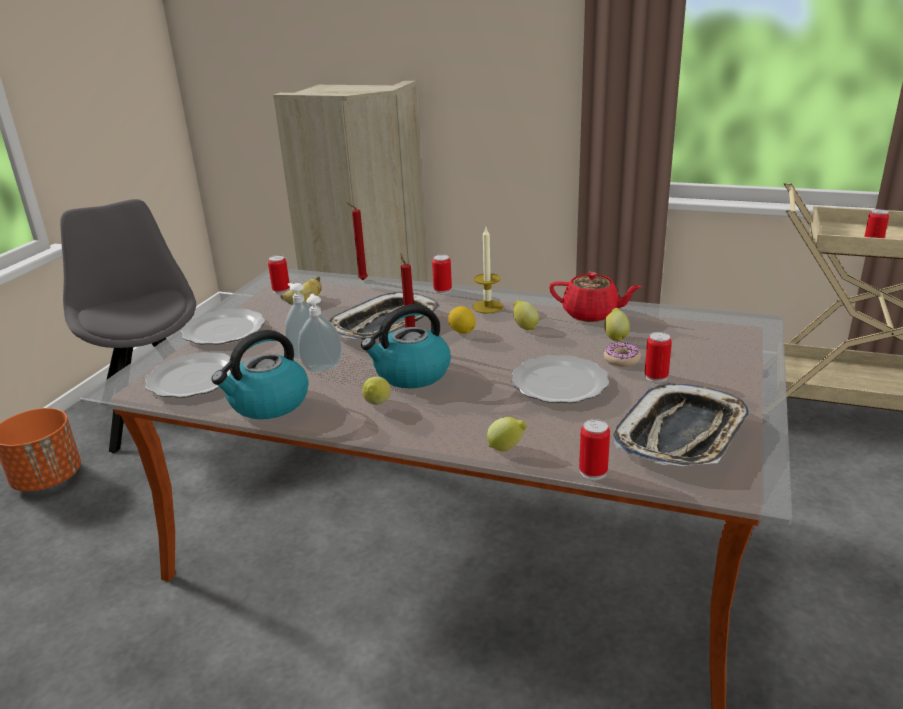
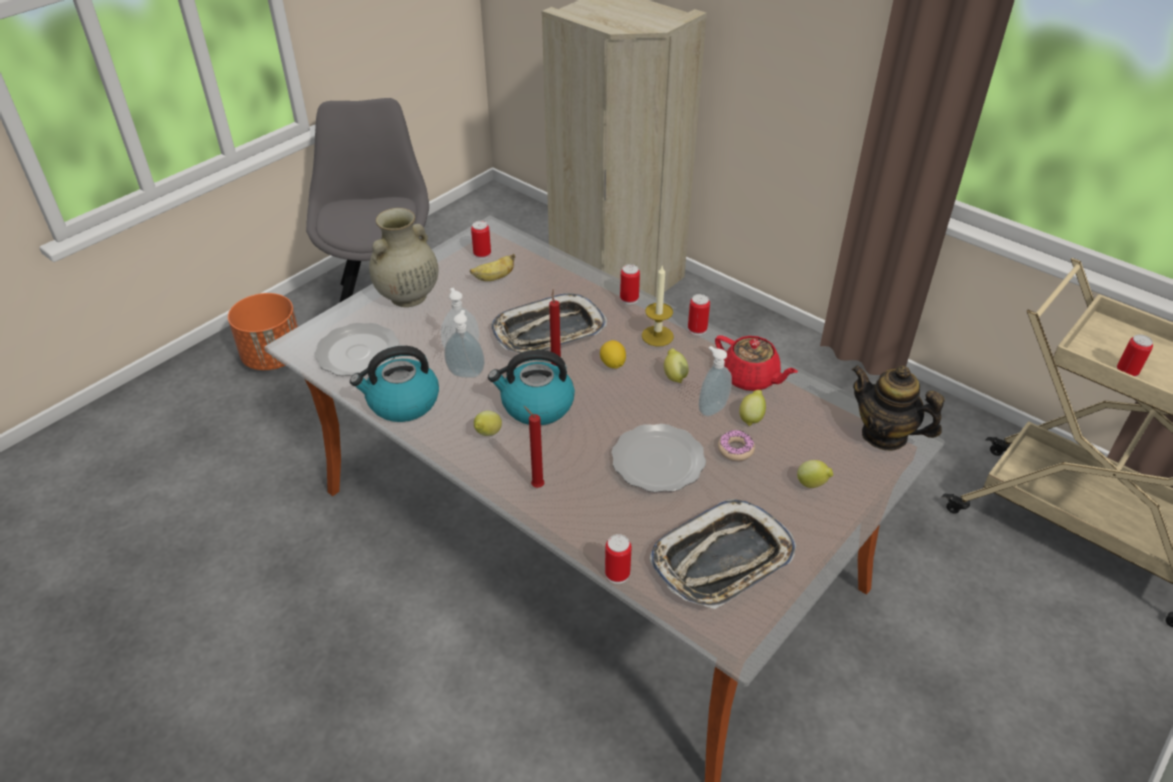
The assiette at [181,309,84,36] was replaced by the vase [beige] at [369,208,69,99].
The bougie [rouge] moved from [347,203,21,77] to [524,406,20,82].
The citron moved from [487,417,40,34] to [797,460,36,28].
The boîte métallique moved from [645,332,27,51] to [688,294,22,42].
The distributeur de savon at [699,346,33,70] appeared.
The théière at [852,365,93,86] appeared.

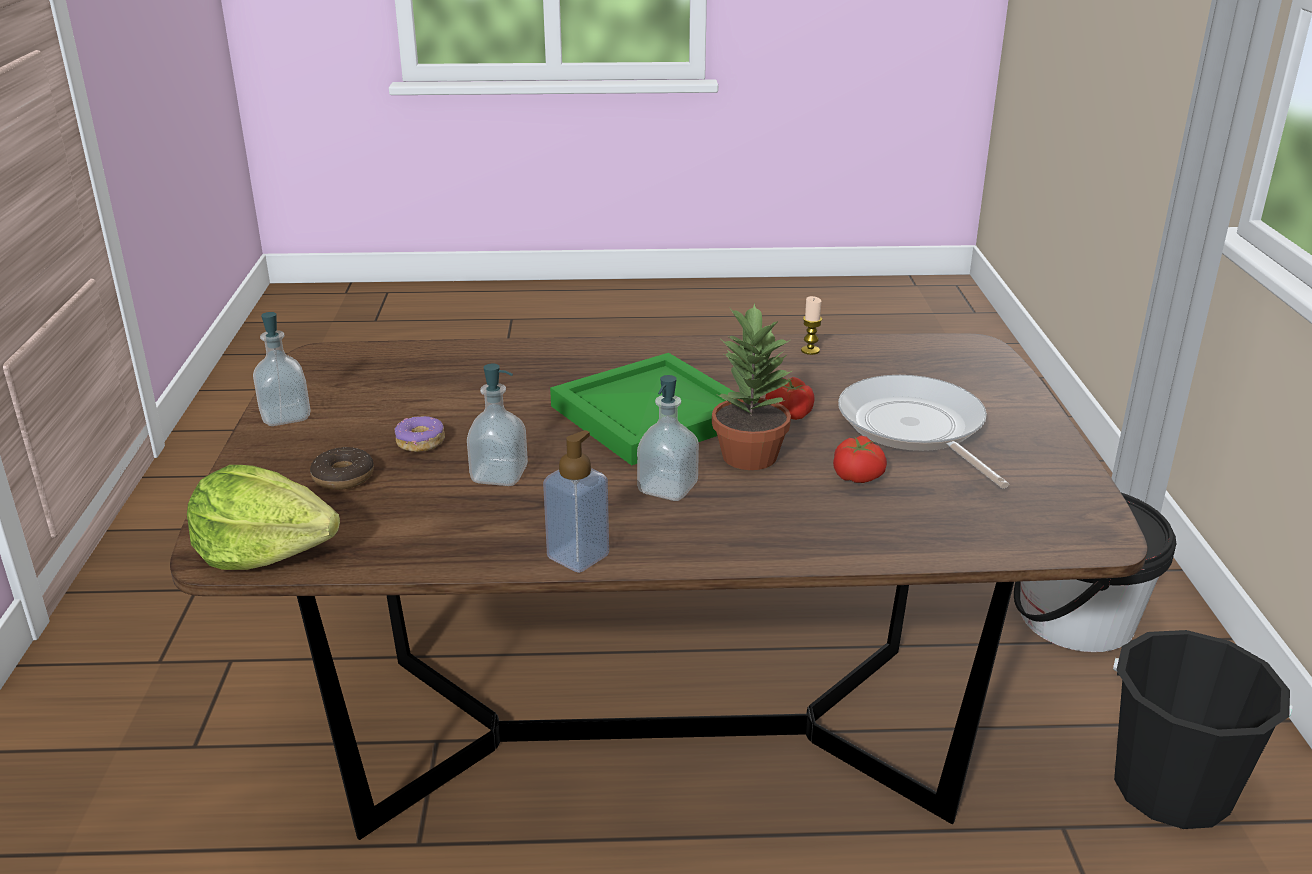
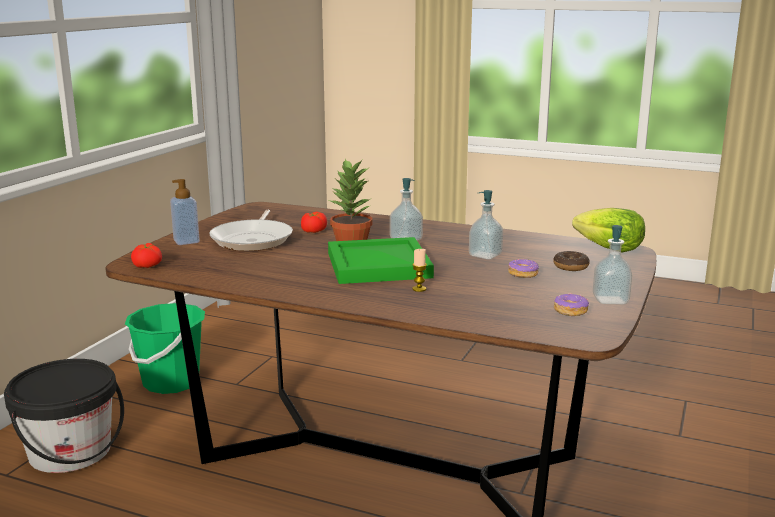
The distributeur de savon moved from [543,430,66,143] to [170,179,30,66].
The tomate moved from [765,377,50,43] to [131,243,31,25].
The bougie moved from [801,296,21,59] to [412,249,15,43].
The seau [noir] at [1113,630,180,199] became the seau [vert] at [125,303,80,91].
The beignet at [554,293,35,23] appeared.

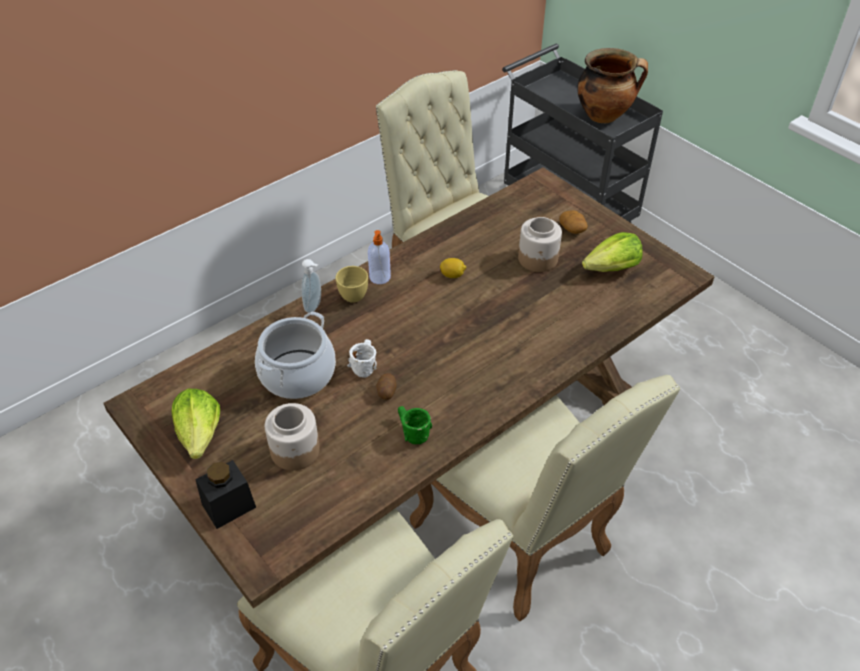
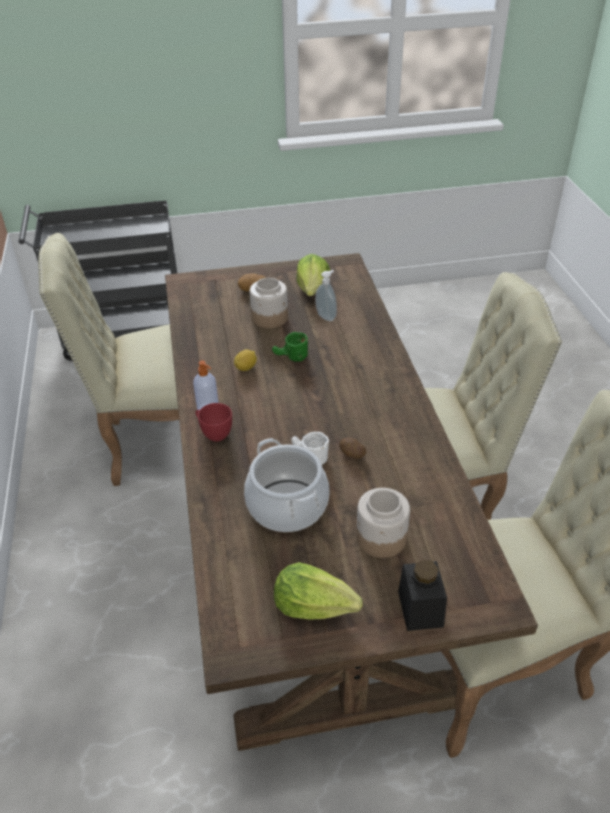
The distributeur de savon moved from [301,259,20,54] to [315,270,22,51].
The tasse [jaune] at [336,266,32,37] became the tasse [rouge] at [195,403,37,38].
The mug [vert] moved from [398,406,34,39] to [272,332,36,30].
The marmite at [577,48,71,75] disappeared.

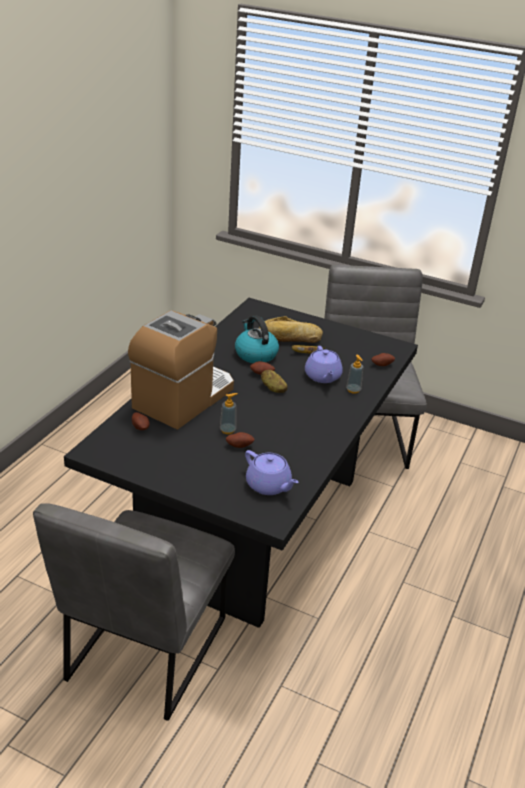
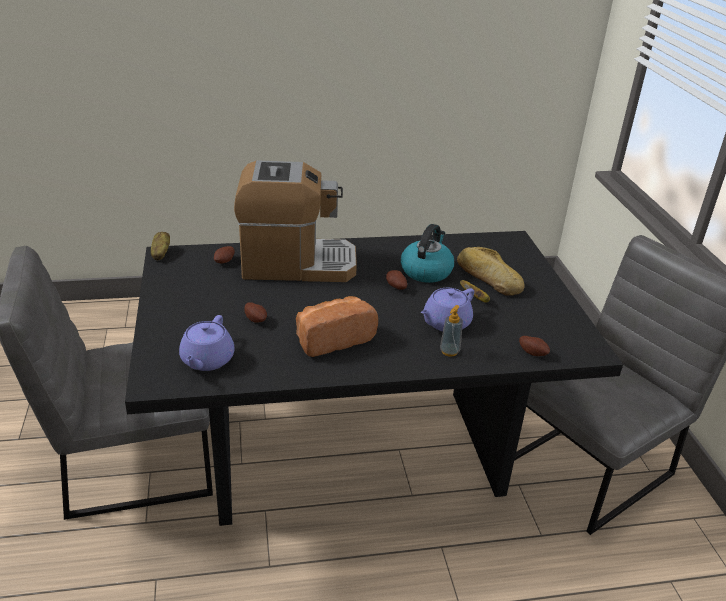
The distributeur de savon at [220,393,18,41] disappeared.
The pomme de terre moved from [261,370,27,23] to [151,232,19,28].
The pain at [296,296,82,61] appeared.

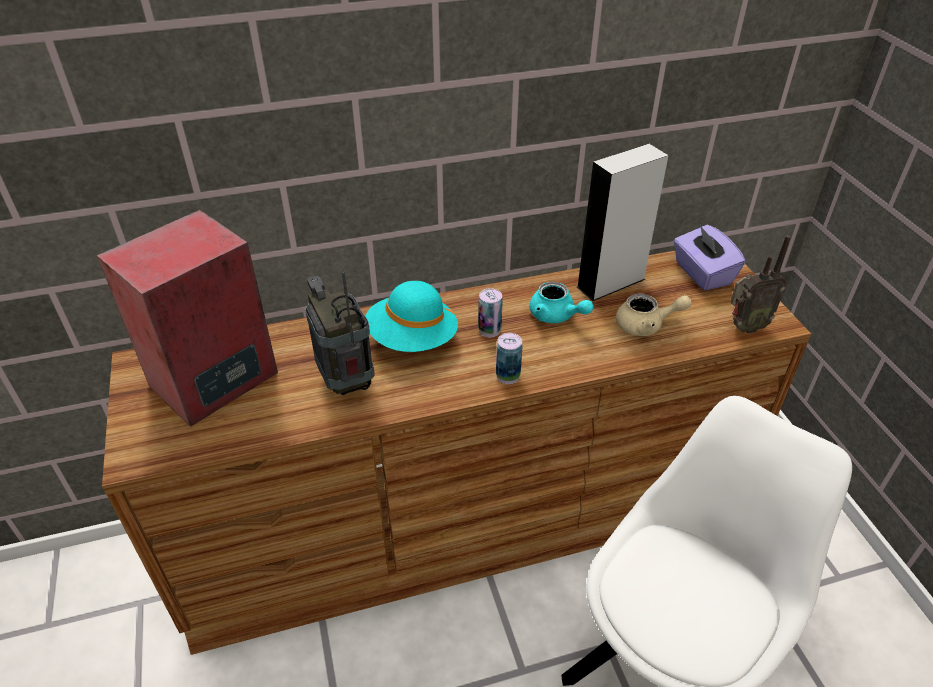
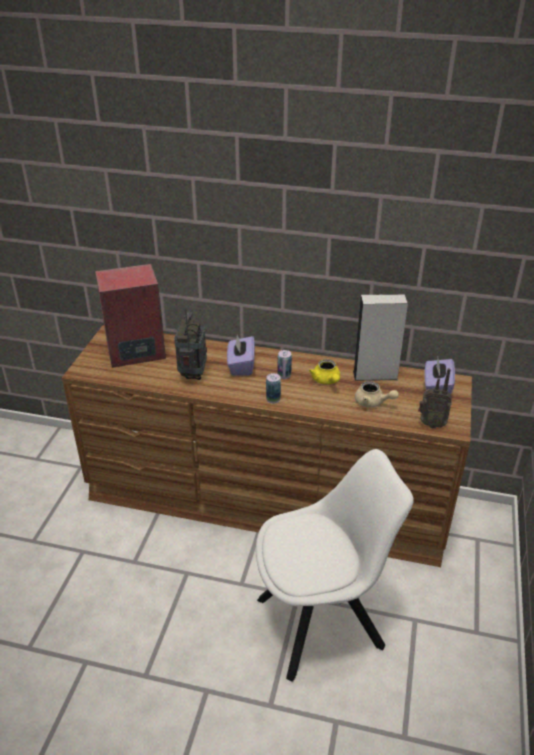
The chapeau [turquoise] at [365,281,93,71] was replaced by the boîte à mouchoirs [violet] at [227,335,28,40].
The théière [turquoise] at [529,282,65,41] became the théière [jaune] at [309,359,31,25].

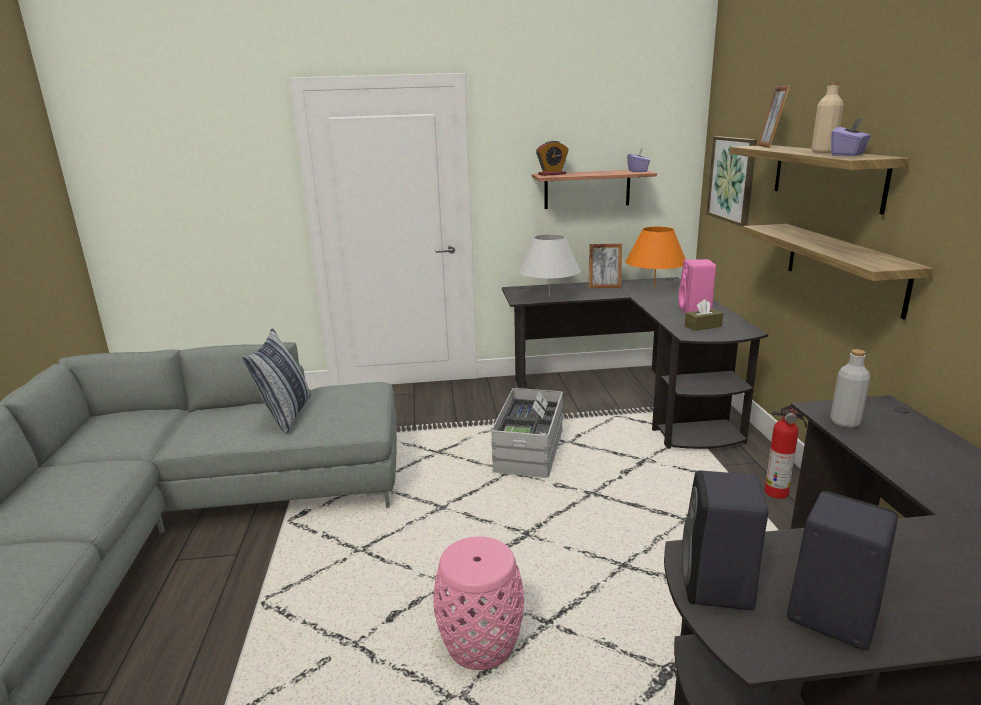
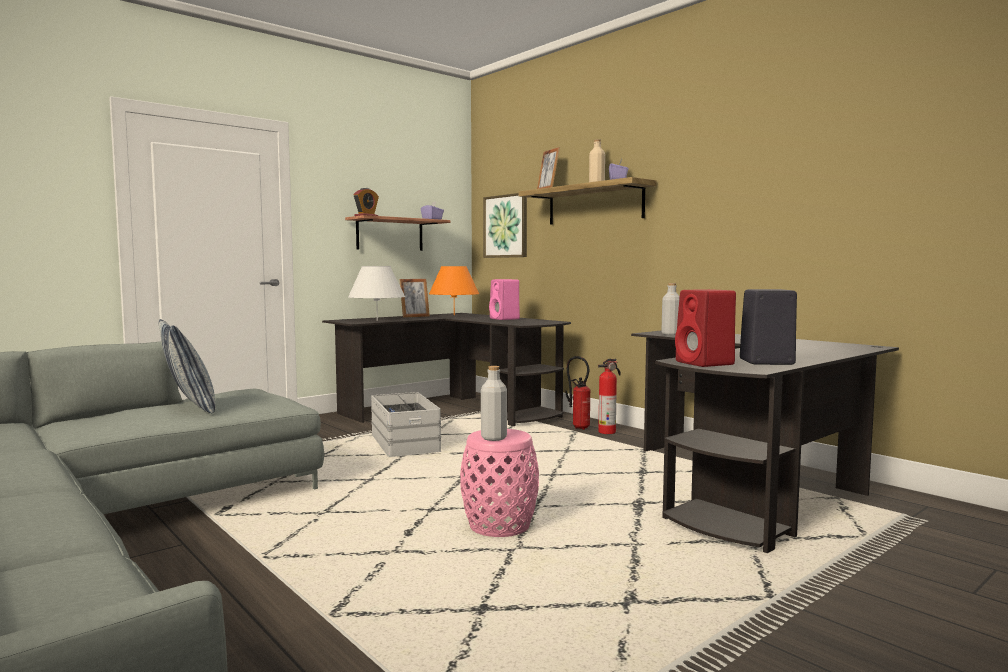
The enceinte [noir] at [682,471,87,139] became the enceinte [rouge] at [675,289,61,78].
The boîte à mouchoirs [marron] at [685,299,38,32] disappeared.
The étagère at [742,224,192,96] disappeared.
The bouteille [gris] at [481,366,26,75] appeared.
The extincteur at [565,356,26,74] appeared.

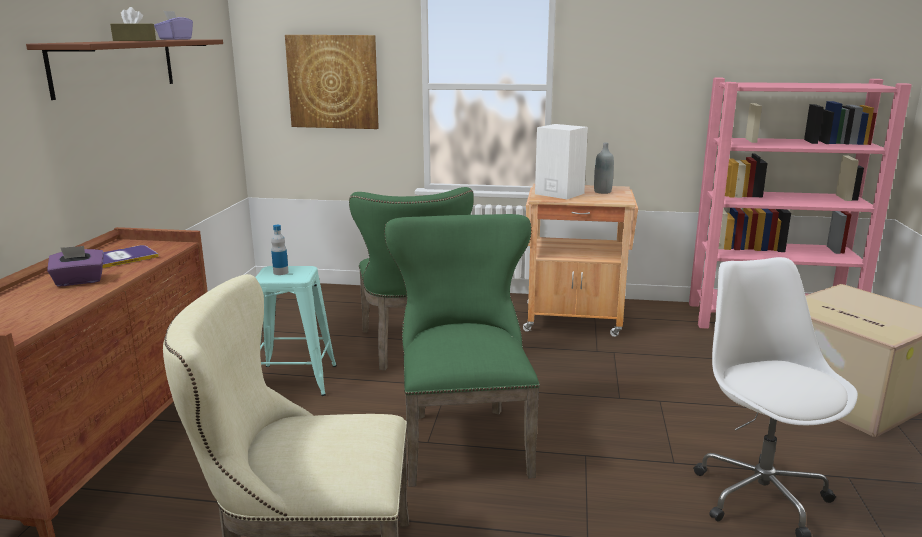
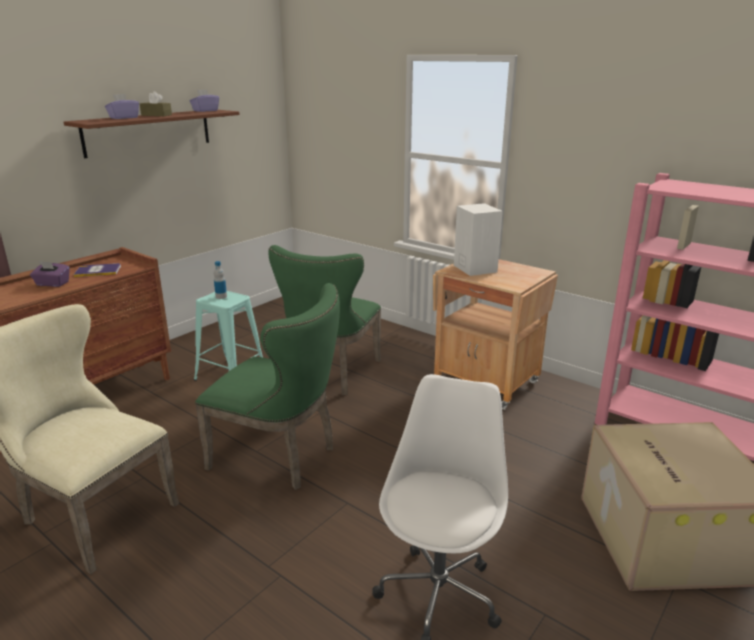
The tableau at [285,35,94,94] disappeared.
The chaise [vert] at [384,214,156,273] turned 90 degrees clockwise.
The bouteille [gris] at [594,143,20,51] disappeared.
The boîte à mouchoirs [violet] at [105,94,34,25] appeared.

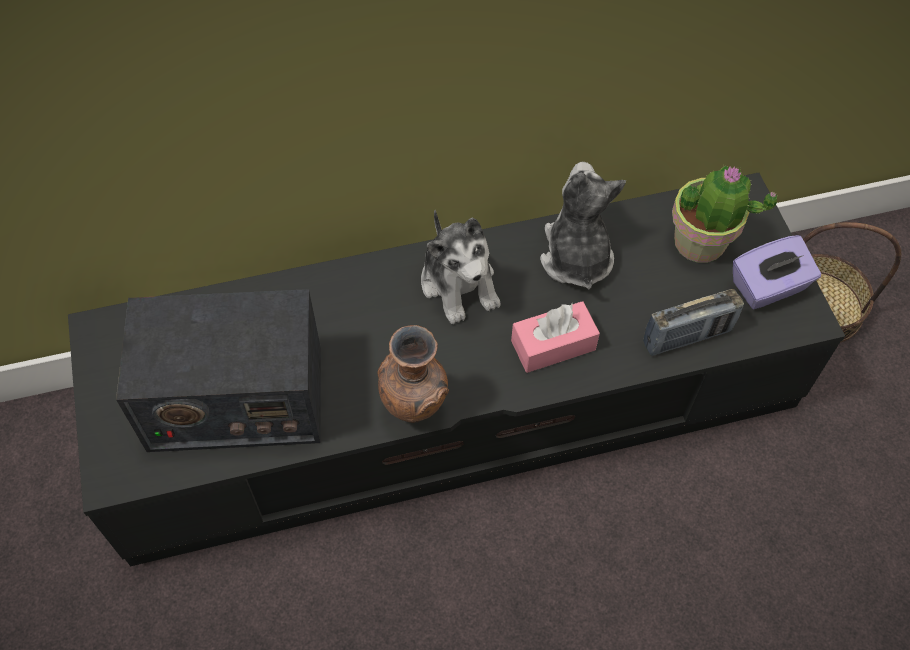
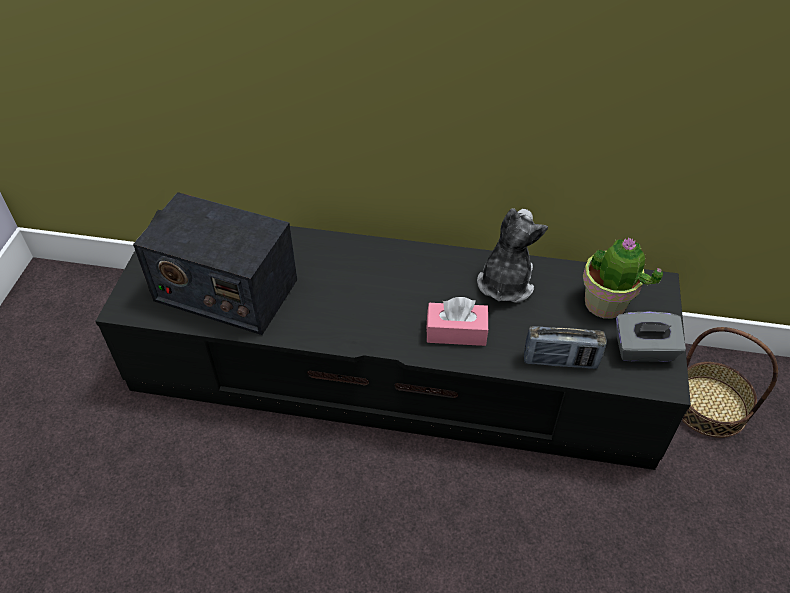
The vase [marron] at [378,325,71,98] disappeared.
The peluche at [421,210,80,114] disappeared.
The boîte à mouchoirs [violet] at [733,235,88,74] became the boîte à mouchoirs [gris] at [616,312,70,50].

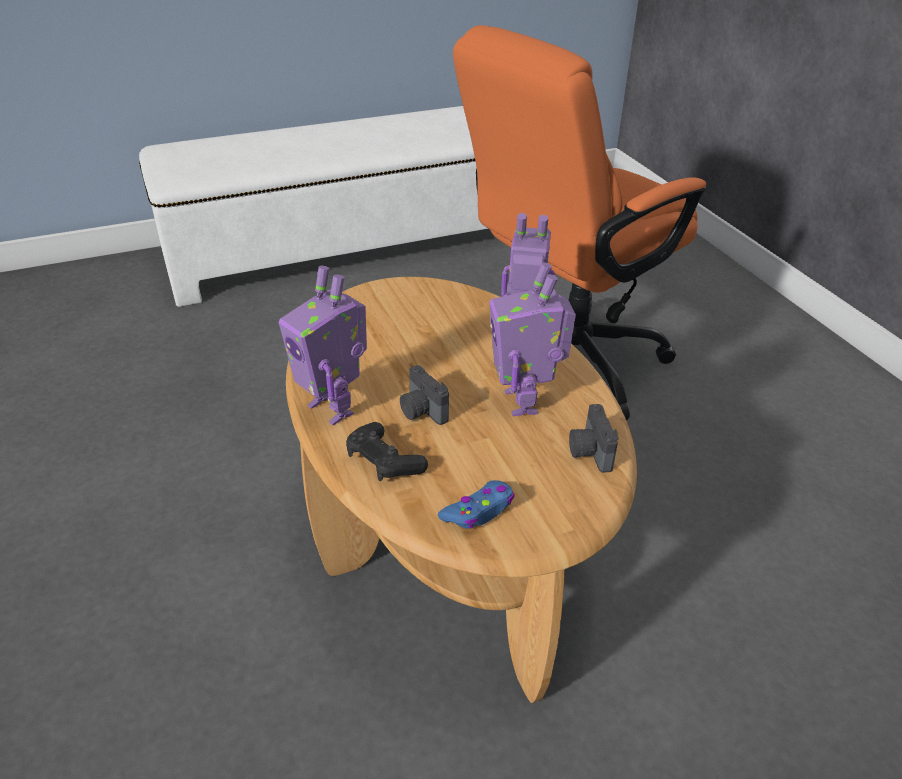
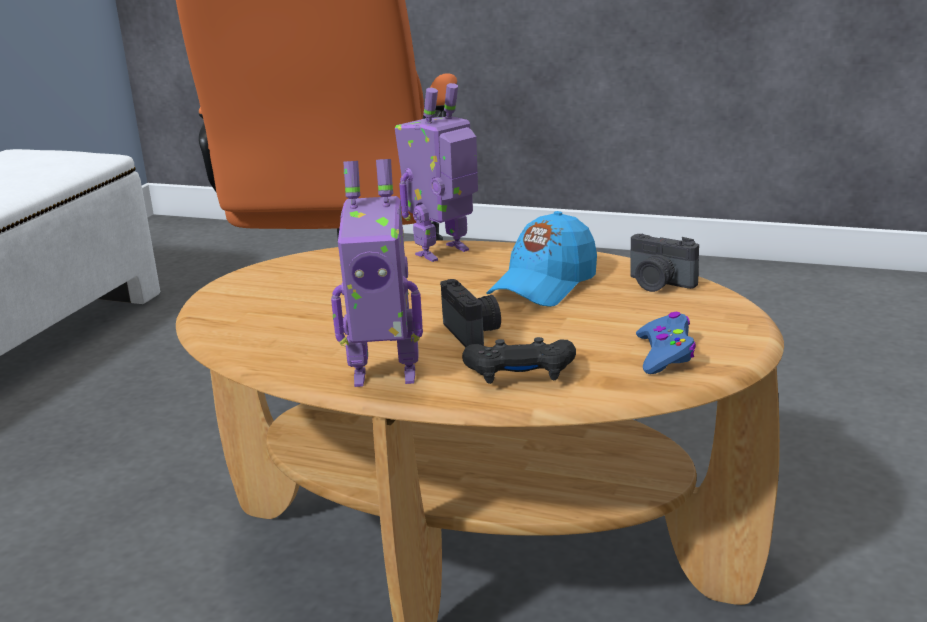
The appareil photo at [400,365,49,60] turned 120 degrees counterclockwise.
The robot jouet at [489,262,87,154] was replaced by the casquette [bleu] at [487,211,110,96].

